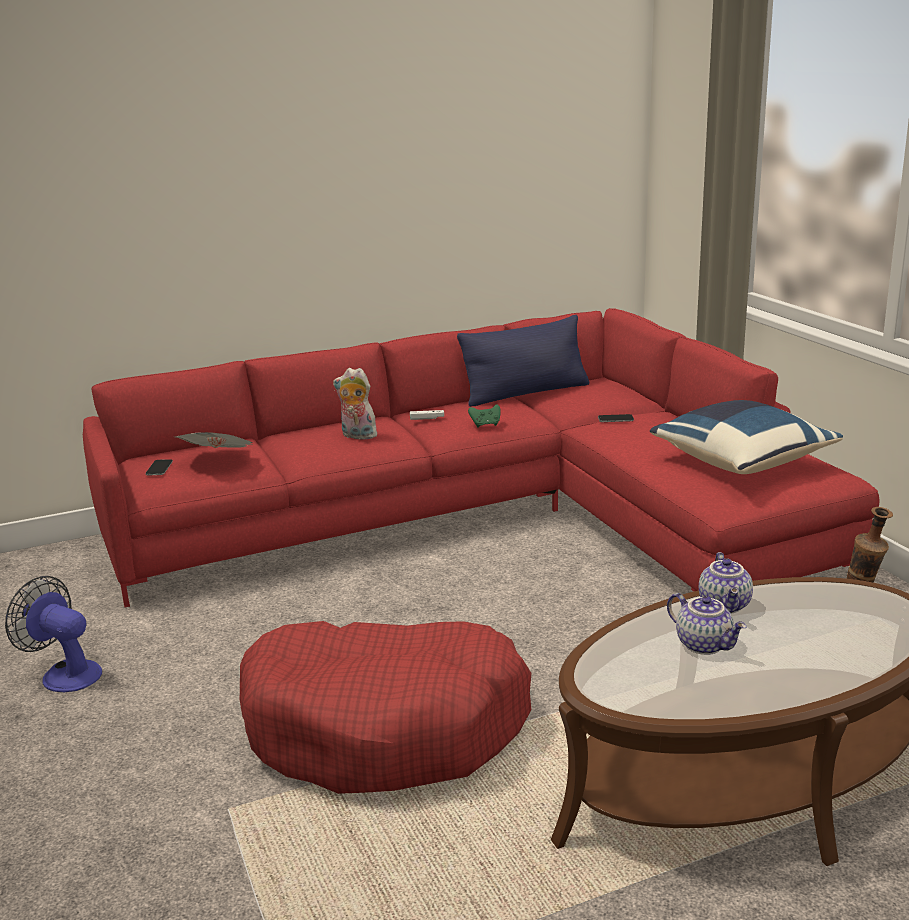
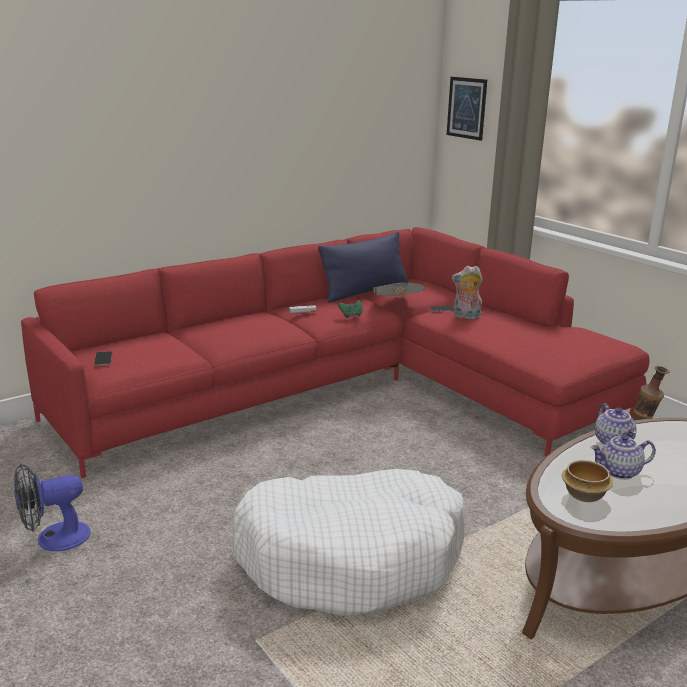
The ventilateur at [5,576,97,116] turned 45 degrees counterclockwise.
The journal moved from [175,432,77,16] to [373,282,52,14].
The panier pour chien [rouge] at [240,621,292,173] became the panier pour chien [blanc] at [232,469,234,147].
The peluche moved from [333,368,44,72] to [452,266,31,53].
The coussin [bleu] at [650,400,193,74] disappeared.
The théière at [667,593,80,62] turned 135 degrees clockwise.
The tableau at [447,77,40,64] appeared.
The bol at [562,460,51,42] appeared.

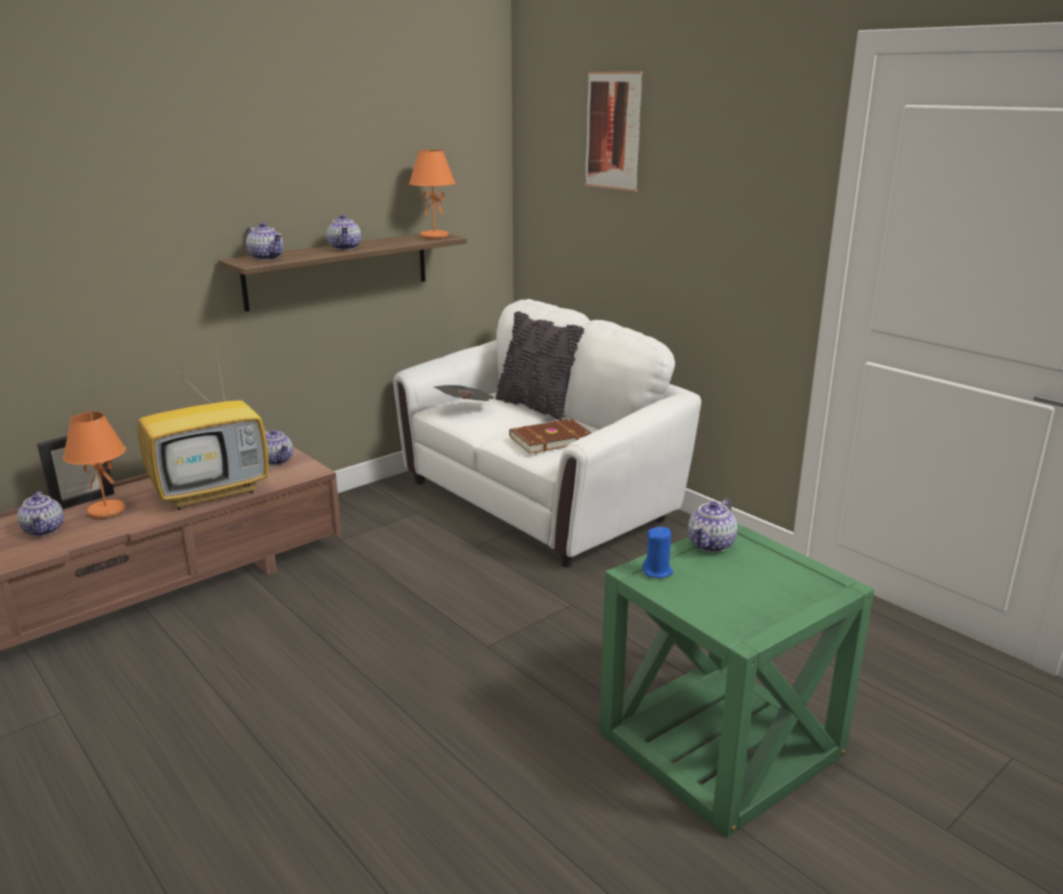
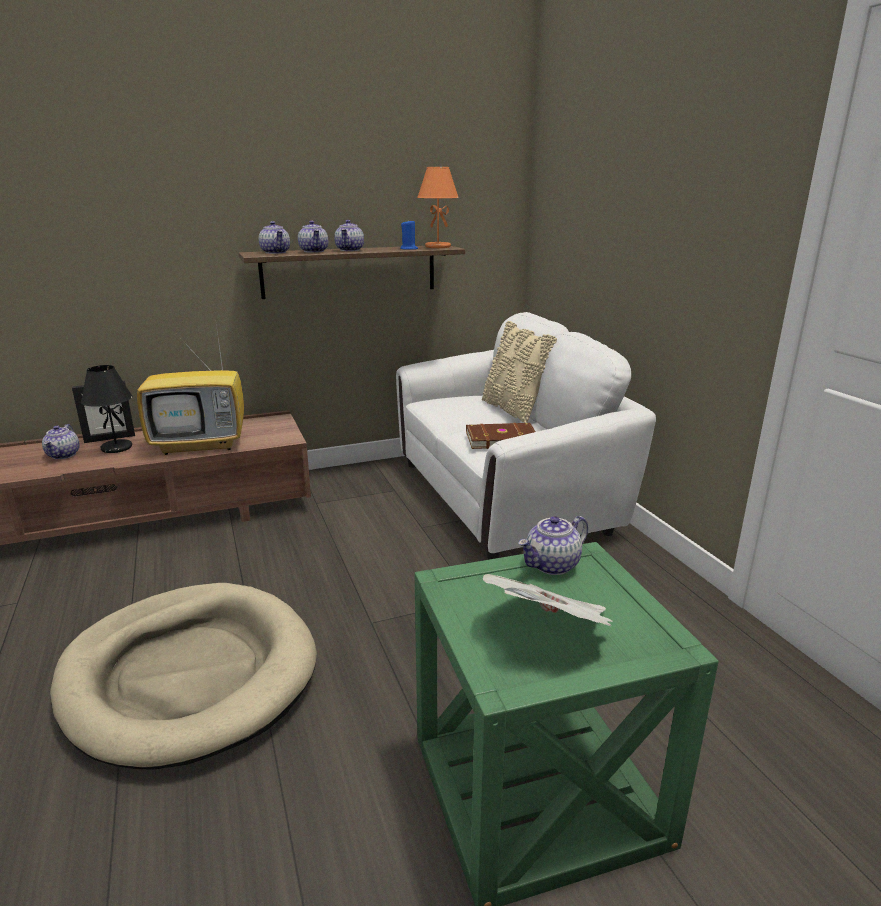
The lampe de table [orange] at [63,412,63,107] became the lampe de table [noir] at [81,365,51,88].
The théière moved from [265,429,28,36] to [298,221,30,32].
The journal moved from [434,385,61,16] to [483,574,129,52].
The coussin [noir] at [495,311,89,109] became the coussin [beige] at [482,321,75,102].
The tableau at [585,71,58,121] disappeared.
The bougie [bleu] moved from [642,527,31,51] to [400,219,18,31].
The panier pour chien [beige] at [50,583,267,187] appeared.

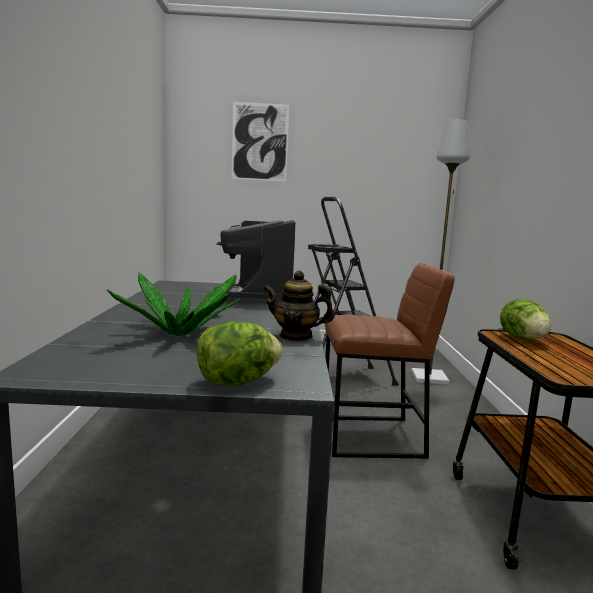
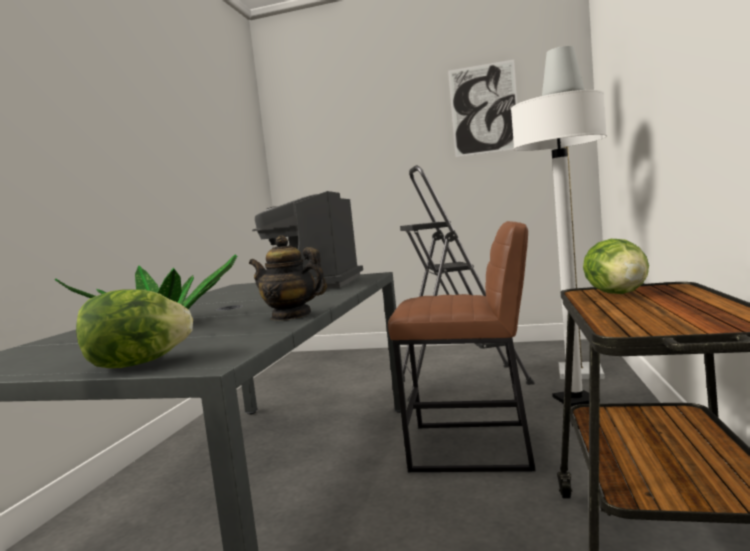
The tableau moved from [232,102,57,80] to [448,59,69,98].
The lampadaire [blanc] at [511,90,96,316] appeared.

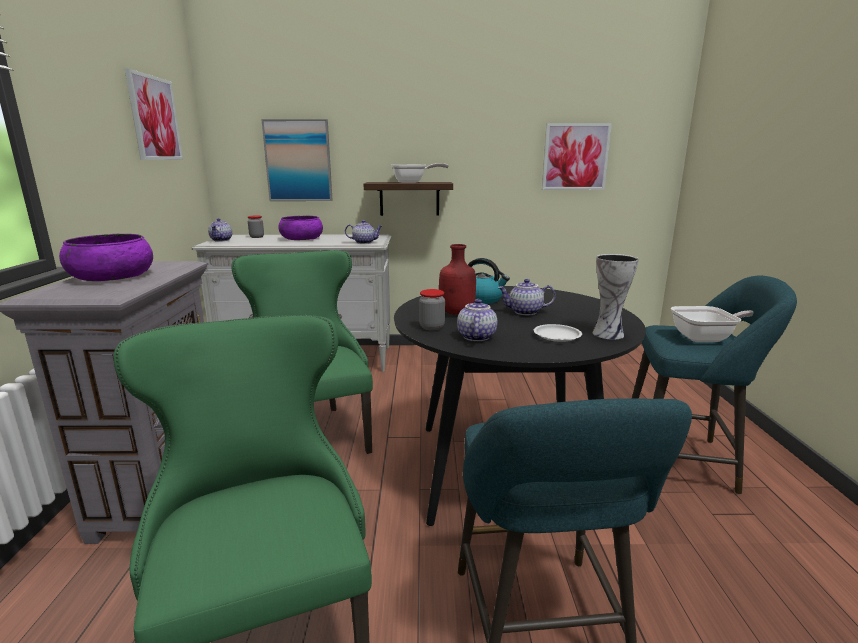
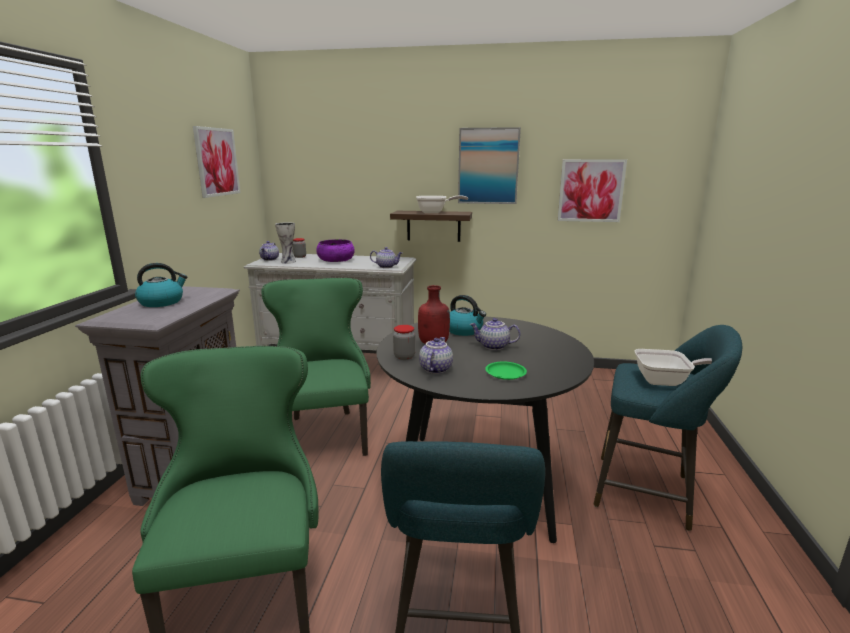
The bol [violet] at [59,234,94,47] was replaced by the bouilloire at [135,263,53,44].
The tableau moved from [261,119,72,82] to [458,127,63,77].
The assiette [blanc] at [534,324,48,18] became the assiette [vert] at [485,362,42,18].
The vase moved from [592,254,47,86] to [275,222,21,42].

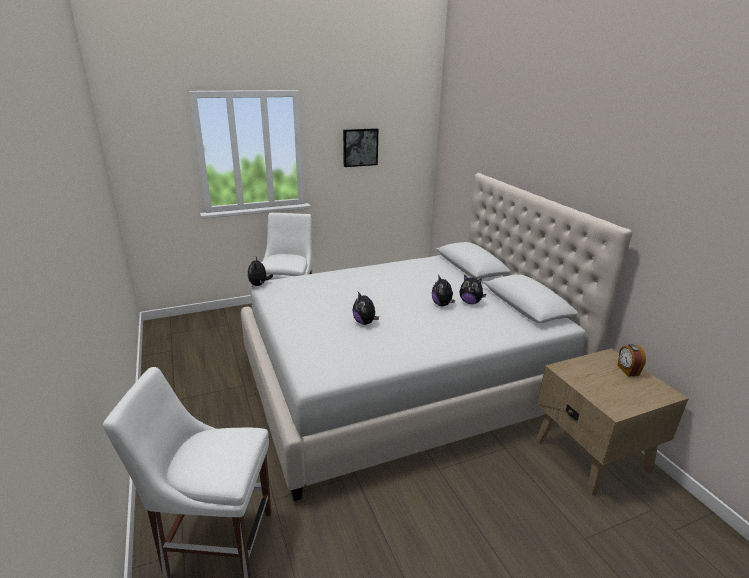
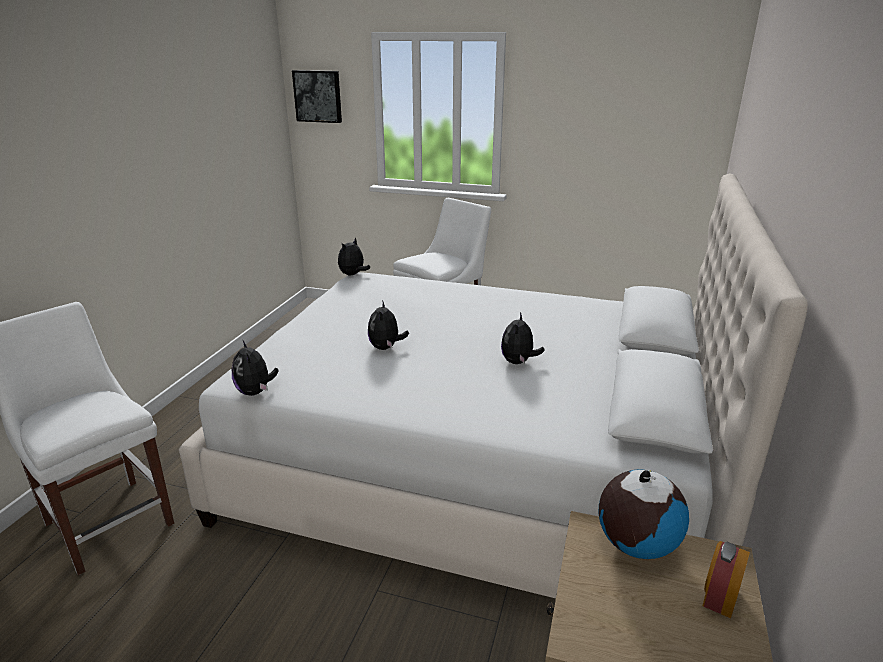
The tableau moved from [343,128,35,39] to [292,70,50,53].
The peluche moved from [460,275,26,29] to [232,341,46,55].
The globe at [599,469,90,90] appeared.

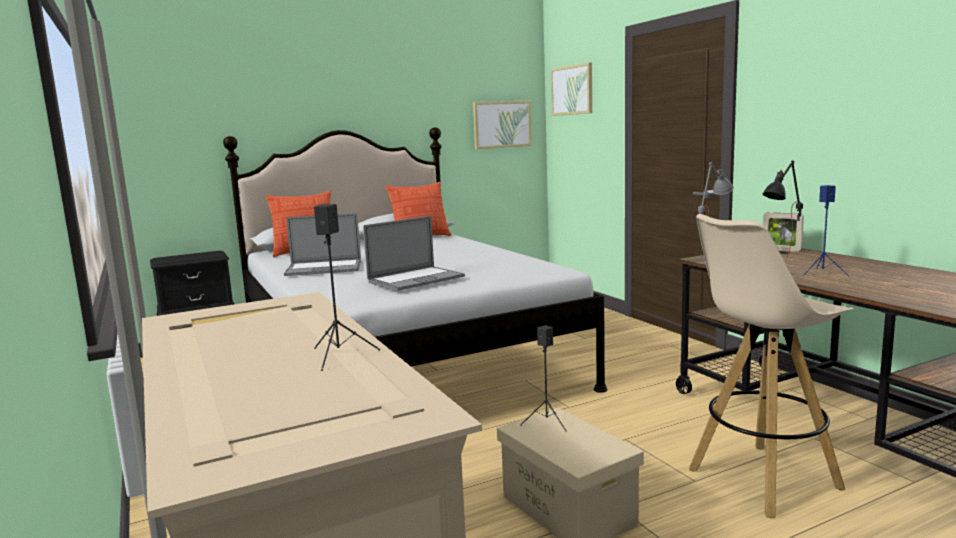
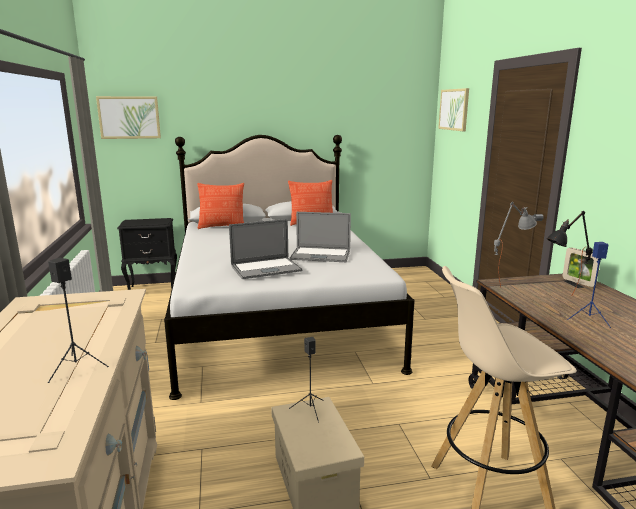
The ordinateur portable moved from [284,213,77,63] to [290,212,61,50].
The tableau moved from [473,101,59,48] to [96,96,65,43].

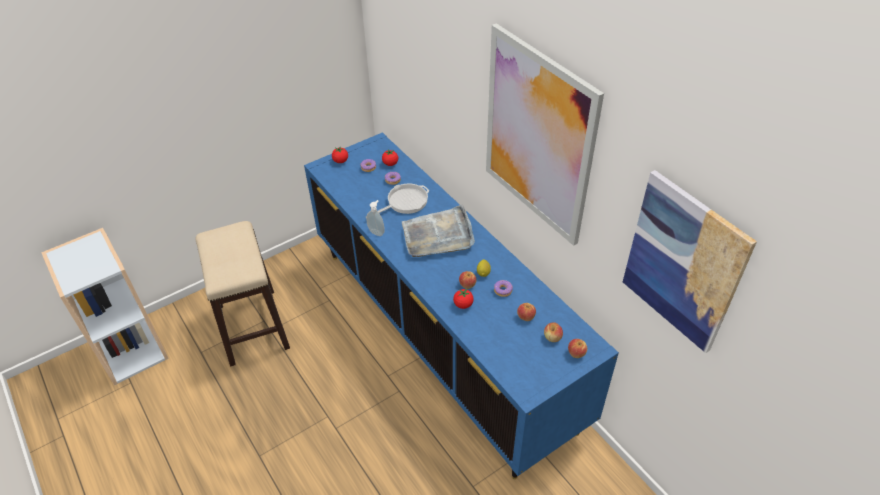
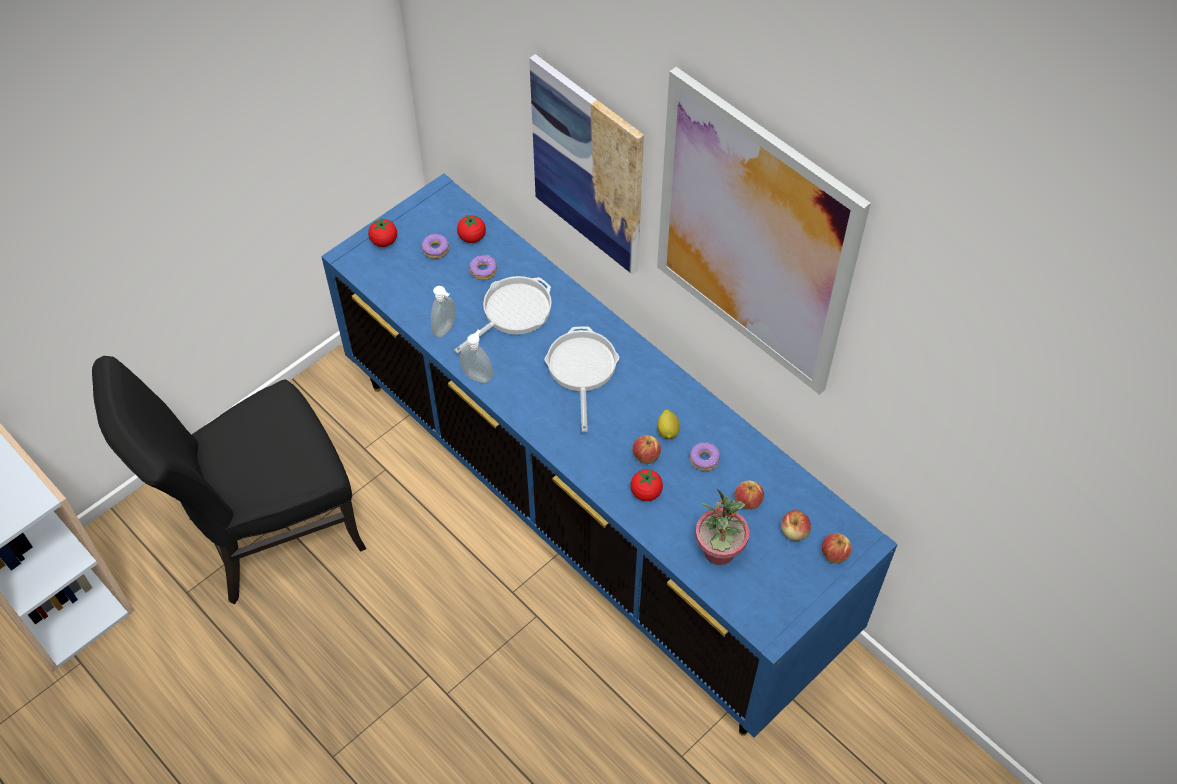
The tabouret at [195,221,95,145] was replaced by the chaise [noir] at [92,356,274,248].
The plateau [gris] at [402,204,73,53] was replaced by the poêle at [544,326,75,106].
The tableau moved from [623,170,134,183] to [529,54,115,221].
The distributeur de savon at [431,286,24,51] appeared.
The plante en pot at [695,488,54,77] appeared.

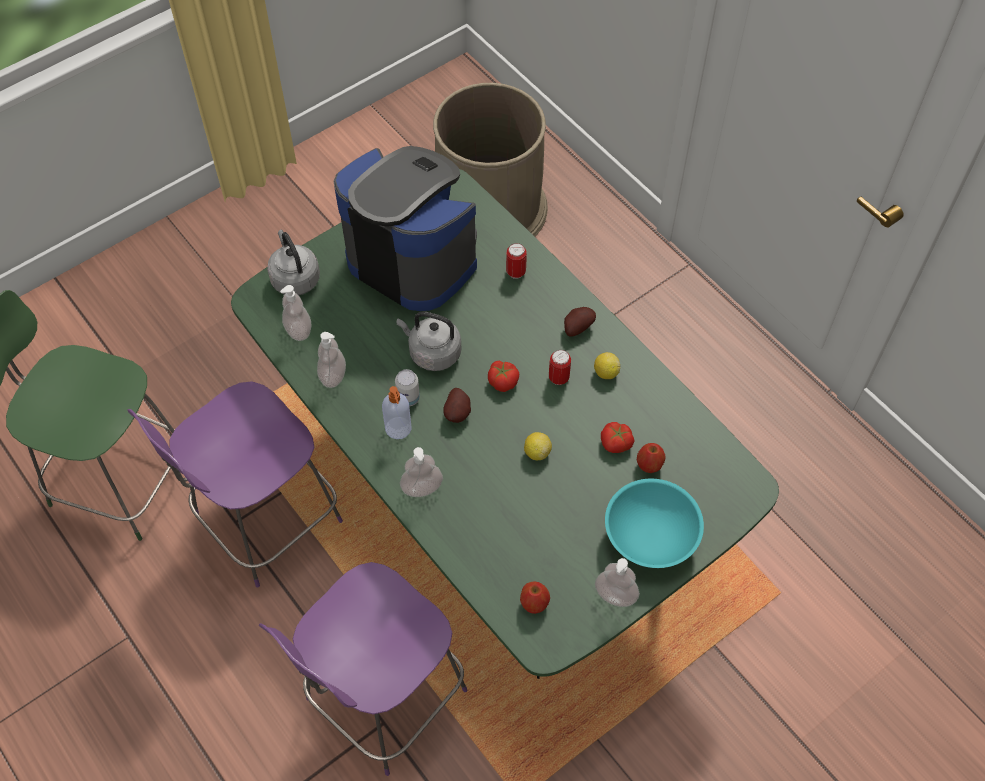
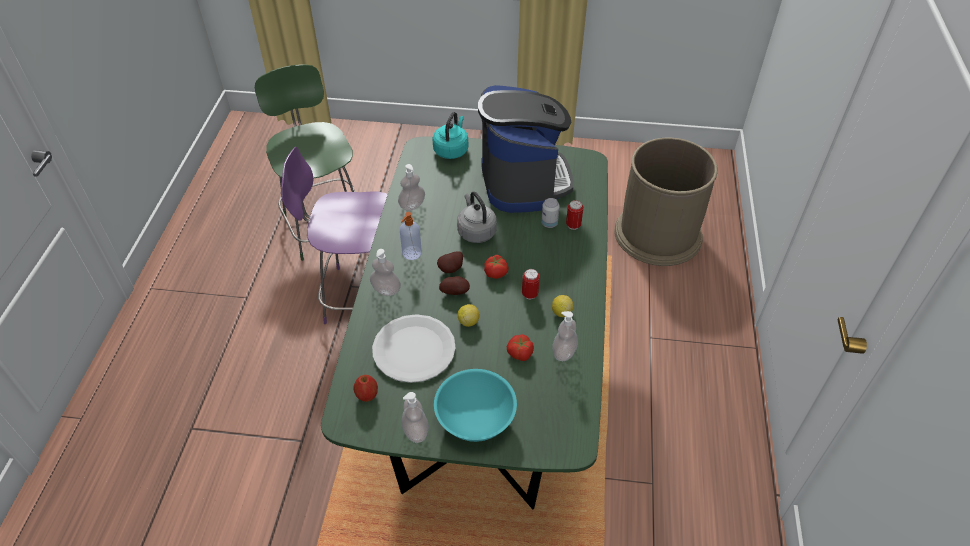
The chaise [violet] at [259,562,208,214] disappeared.
The bouilloire [gris] at [267,230,53,65] became the bouilloire [turquoise] at [432,112,36,47].
The distributeur de savon moved from [280,285,31,56] to [552,311,26,50].
The boîte métallique moved from [395,369,25,37] to [541,198,19,30].
The pomme de terre moved from [564,307,32,29] to [439,276,31,19].
The pomme at [637,443,28,30] disappeared.
The assiette [blanc] at [372,314,84,69] appeared.

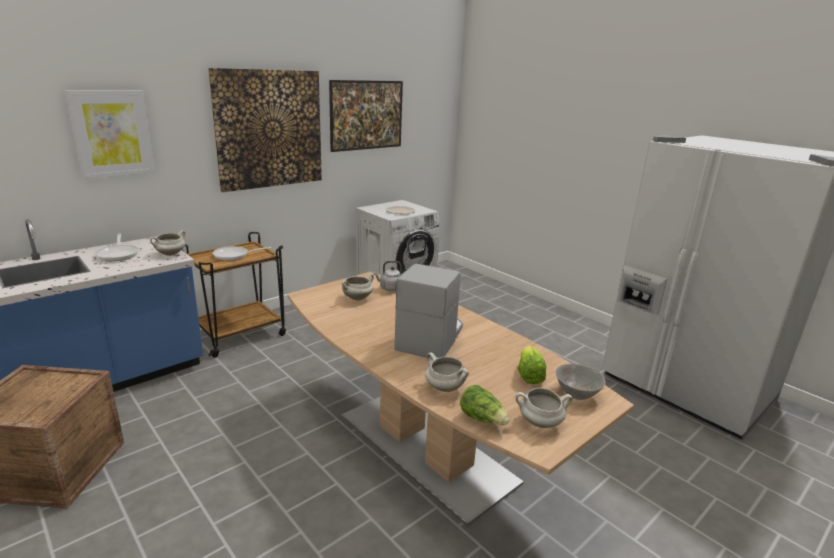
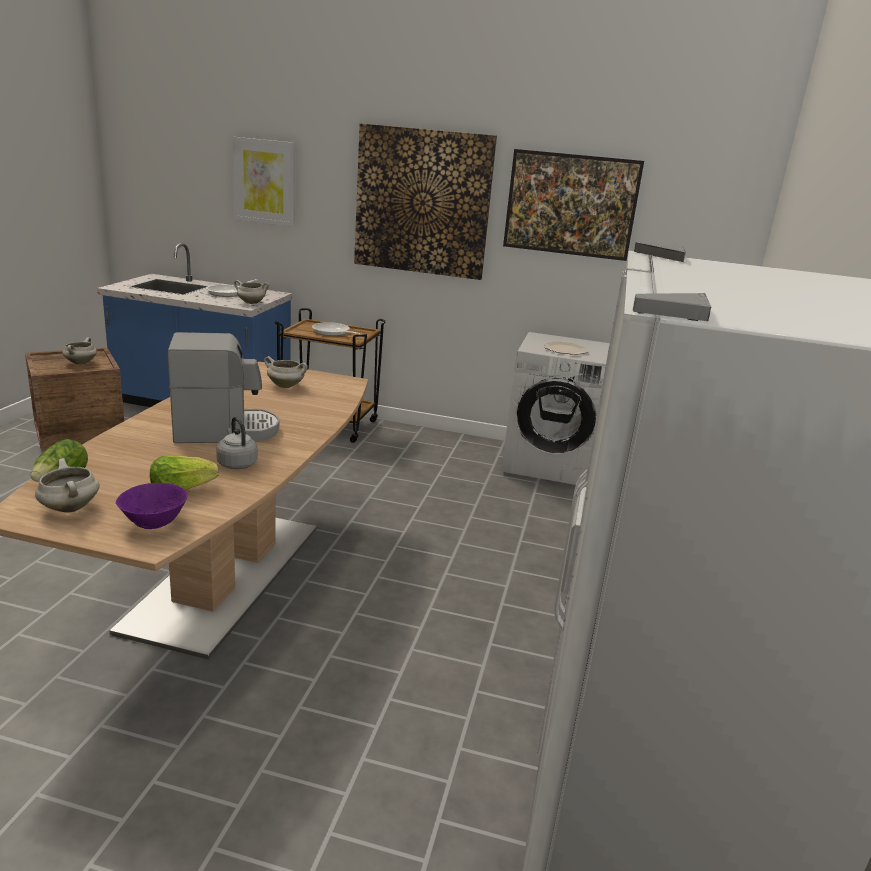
The bouilloire [gris] moved from [374,261,28,30] to [216,417,42,52].
The marmite [blanc] moved from [425,352,44,40] to [63,338,34,27].
The bol [gris] at [556,364,50,36] became the bol [violet] at [116,483,71,46].

